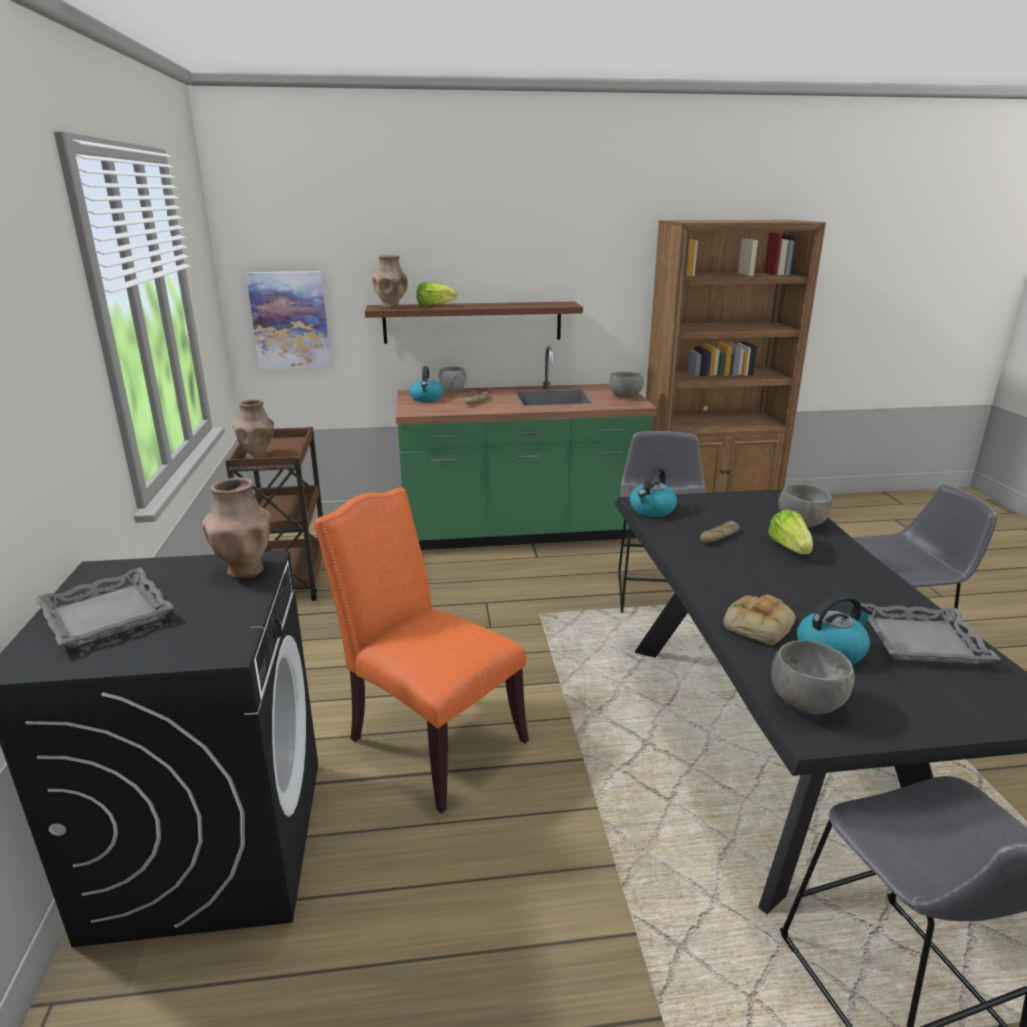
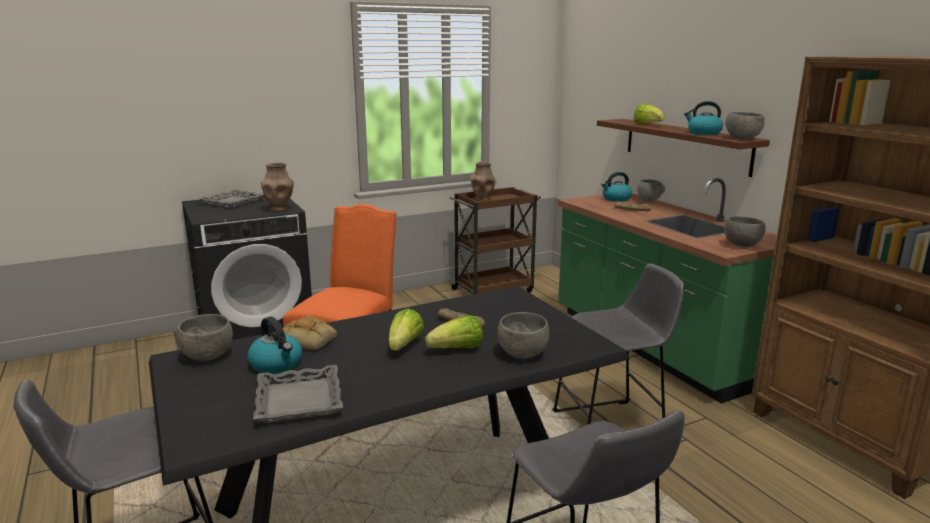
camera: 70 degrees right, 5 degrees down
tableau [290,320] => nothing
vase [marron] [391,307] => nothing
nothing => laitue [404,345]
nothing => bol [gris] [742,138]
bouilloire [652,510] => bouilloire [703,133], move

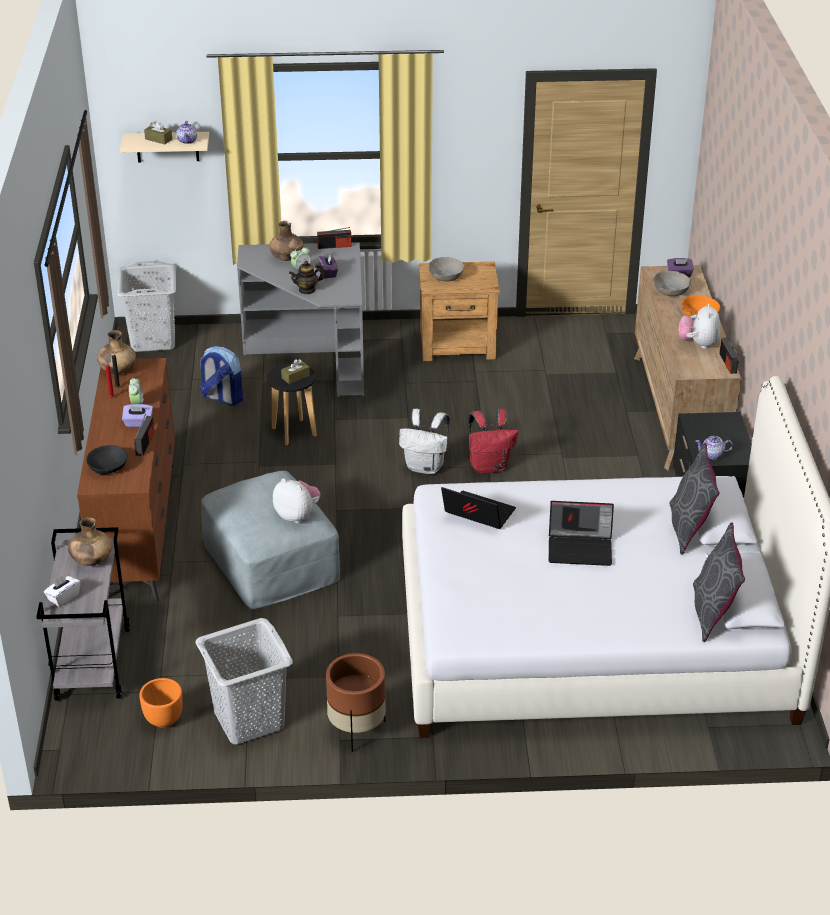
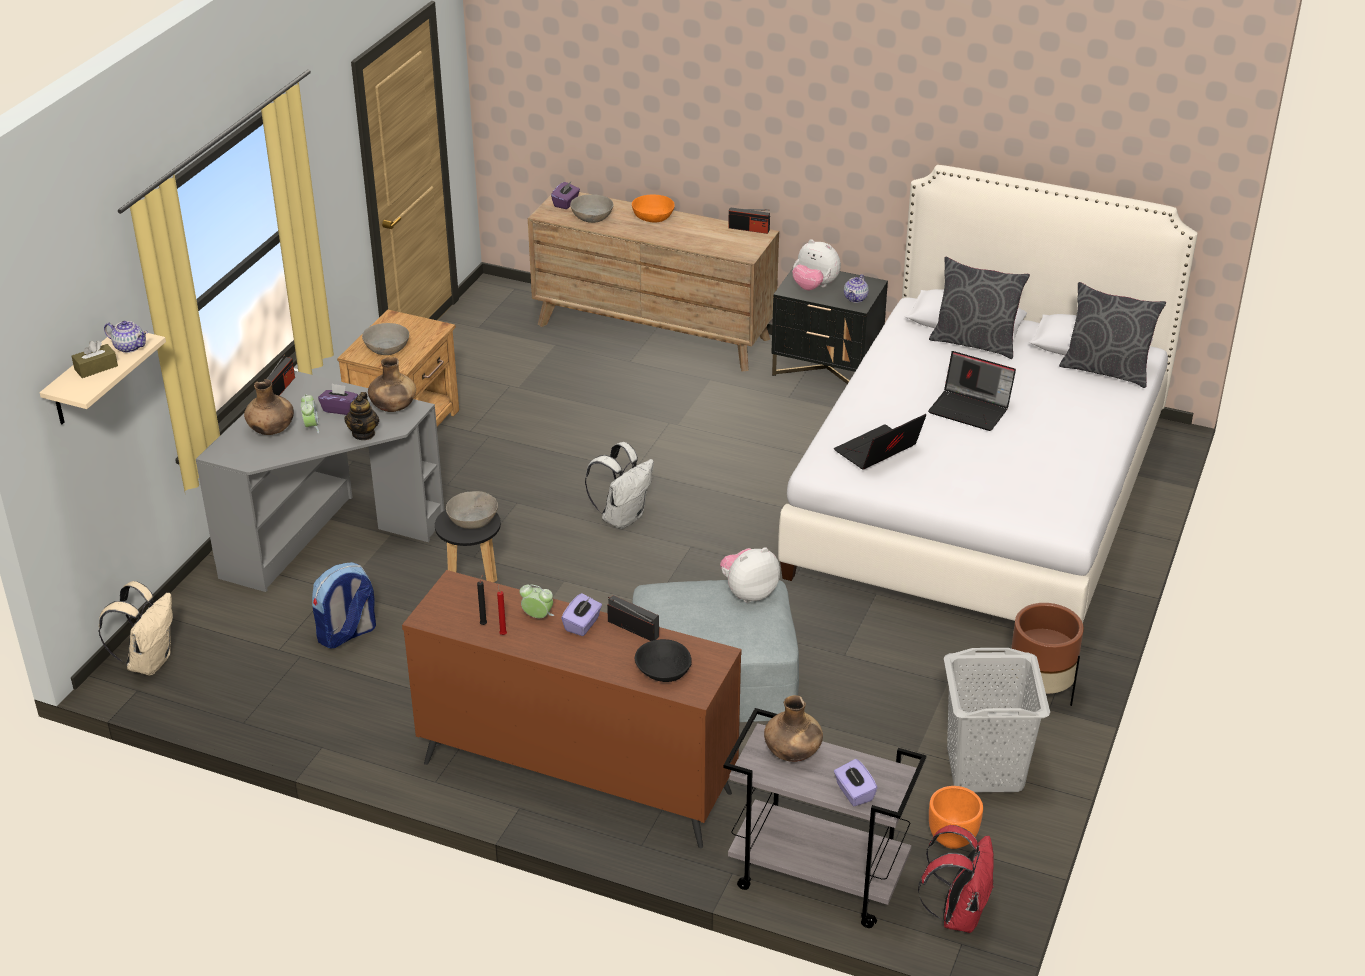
camera: 65 degrees left, 0 degrees up
vase [marron] [117,370] => vase [marron] [393,408], move
sac à dos [rouge] [489,466] => sac à dos [rouge] [958,914], move
peluche [698,344] => peluche [814,287], move
panier à linge [gris] [153,340] => sac à dos [beige] [149,661]
boîte à mouchoirs [marron] [295,377] => bol [gris] [472,519]
boîte à mouchoirs [blanc] [63,597] => boîte à mouchoirs [violet] [854,793]
ordinateur portable [581,548] => ordinateur portable [971,409], 90 degrees clockwise

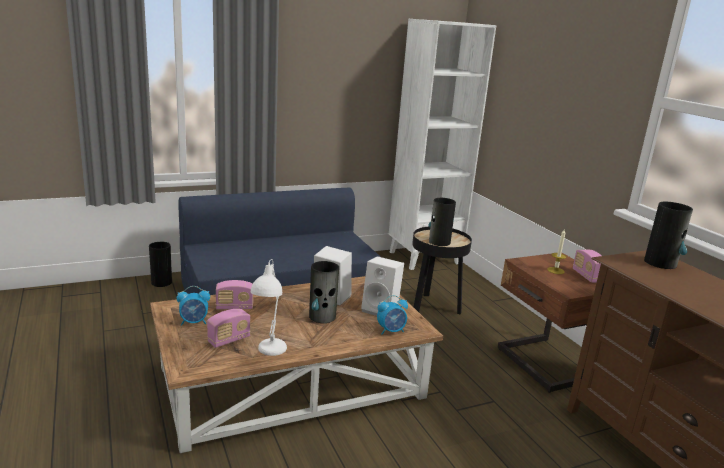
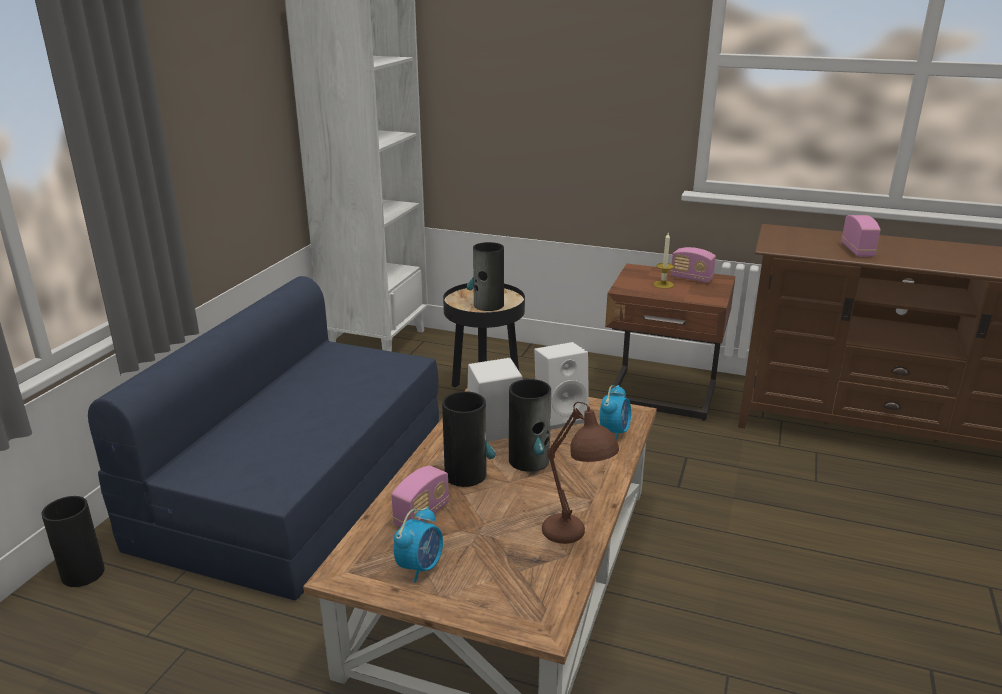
camera: 45 degrees left, 5 degrees up
radio [229,340] => radio [857,250], move
vase [660,263] => vase [466,474], move
lampe de table [blanc] [268,354] => lampe de table [marron] [575,539]

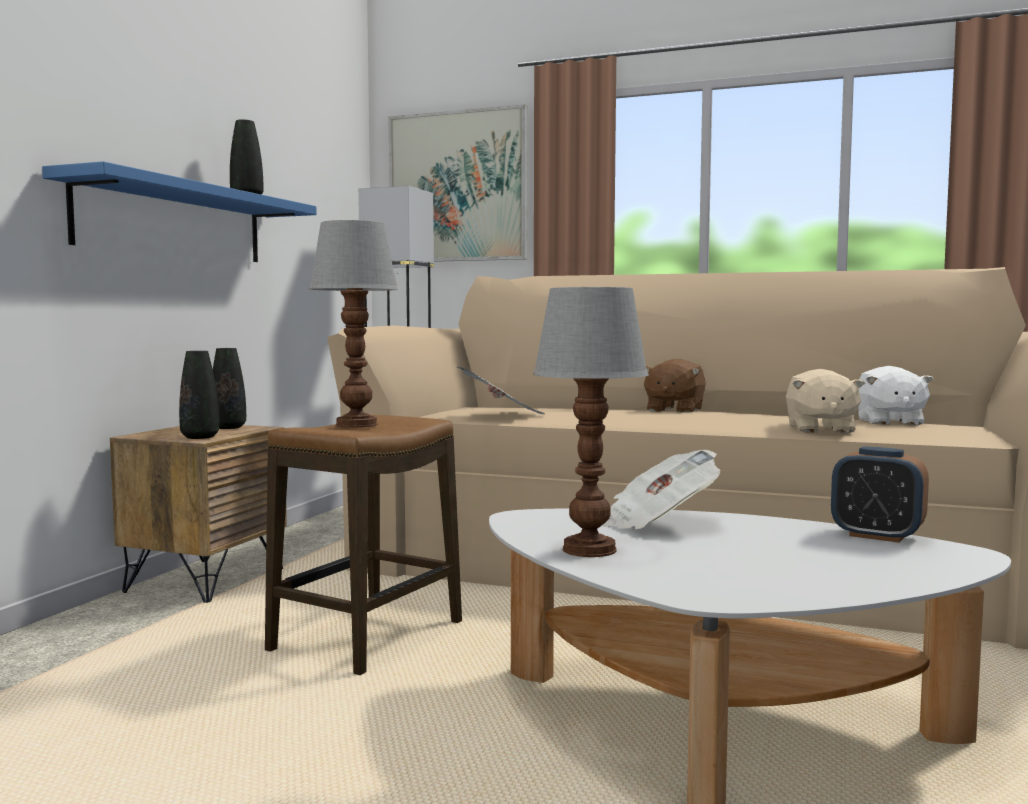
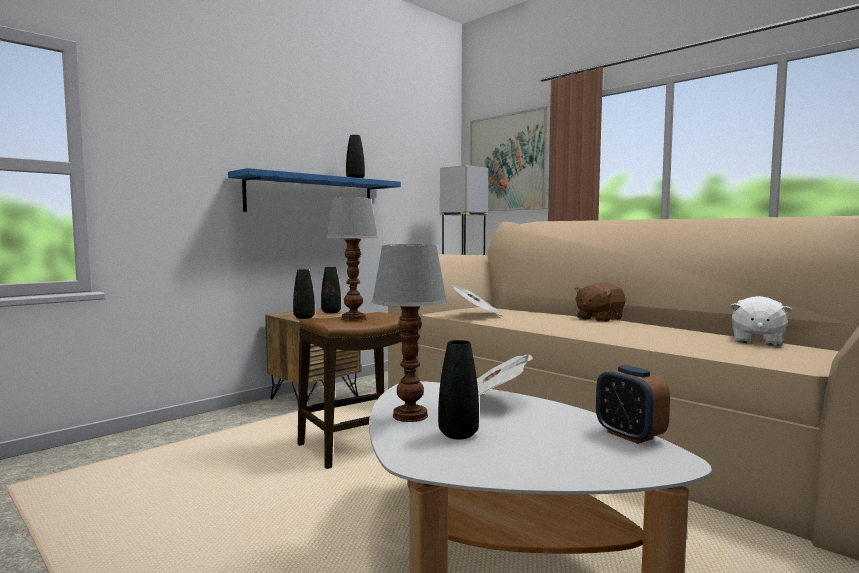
camera: 25 degrees right, 0 degrees up
peluche [beige] [820,429] => nothing
nothing => vase [noir] [458,434]

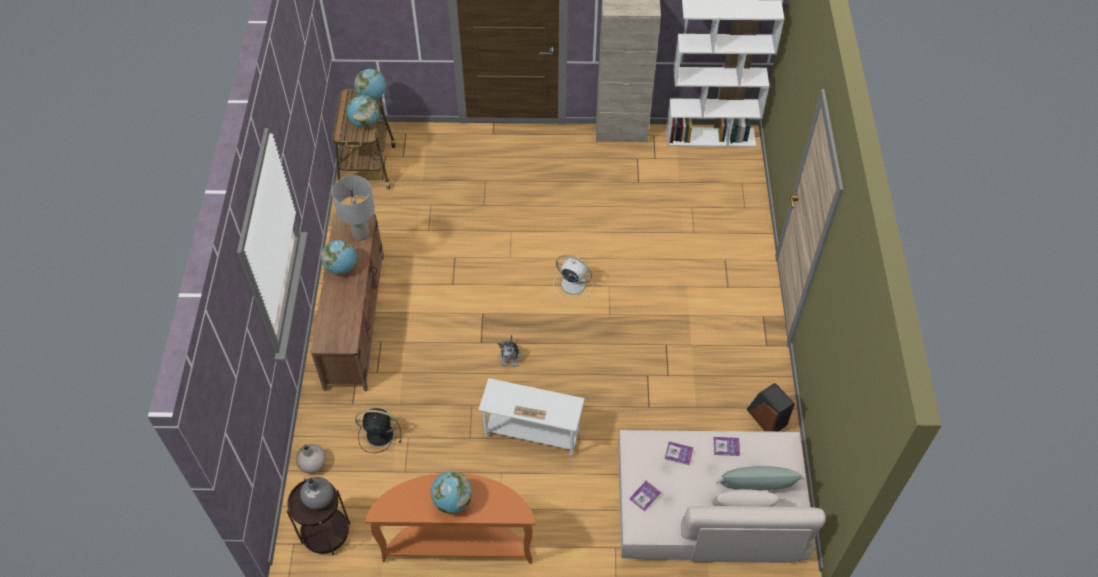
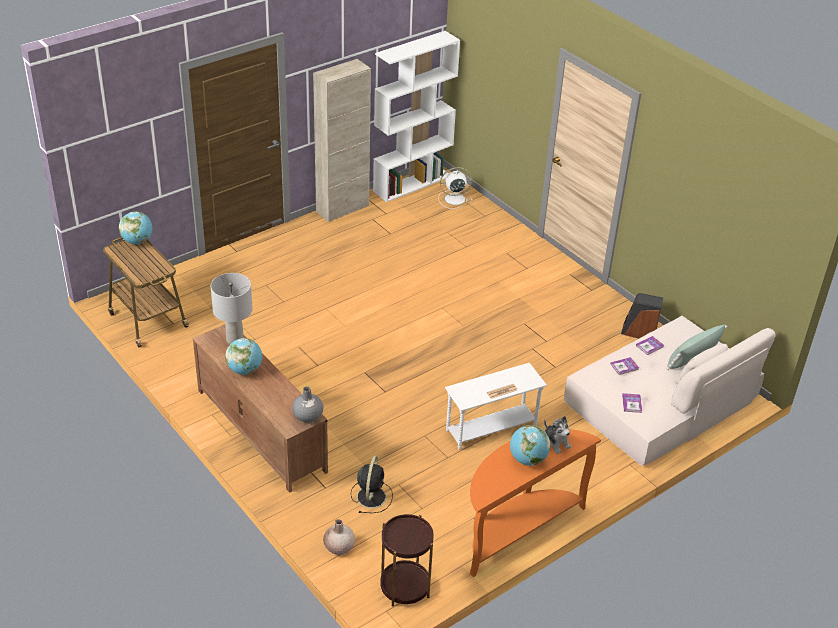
camera: 40 degrees left, 15 degrees down
globe [364,122] => nothing
vase [gris] [318,498] => vase [gris] [307,416], move
peluche [510,356] => peluche [555,442], move
ventilateur [blanc] [572,283] => ventilateur [blanc] [453,199], move
ventilateur [noir] [378,434] => ventilateur [noir] [371,496], 135 degrees clockwise

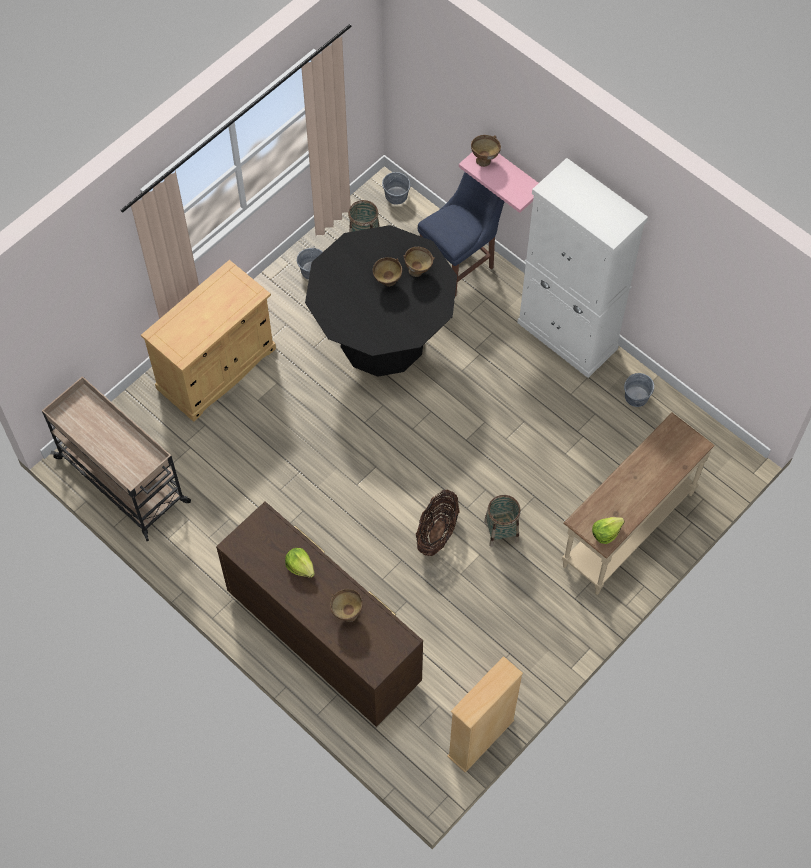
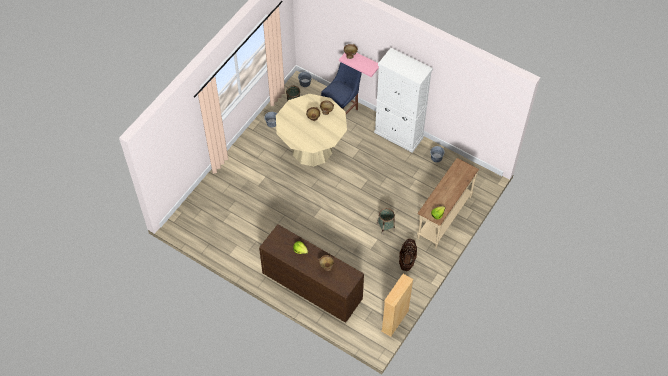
camera: 10 degrees left, 5 degrees down
chariot [beige] [123,481] => nothing
meuble de rangement [beige] [216,369] => nothing
panier [437,532] => panier [407,260], move
table à manger [noir] [382,339] => table à manger [beige] [312,149]

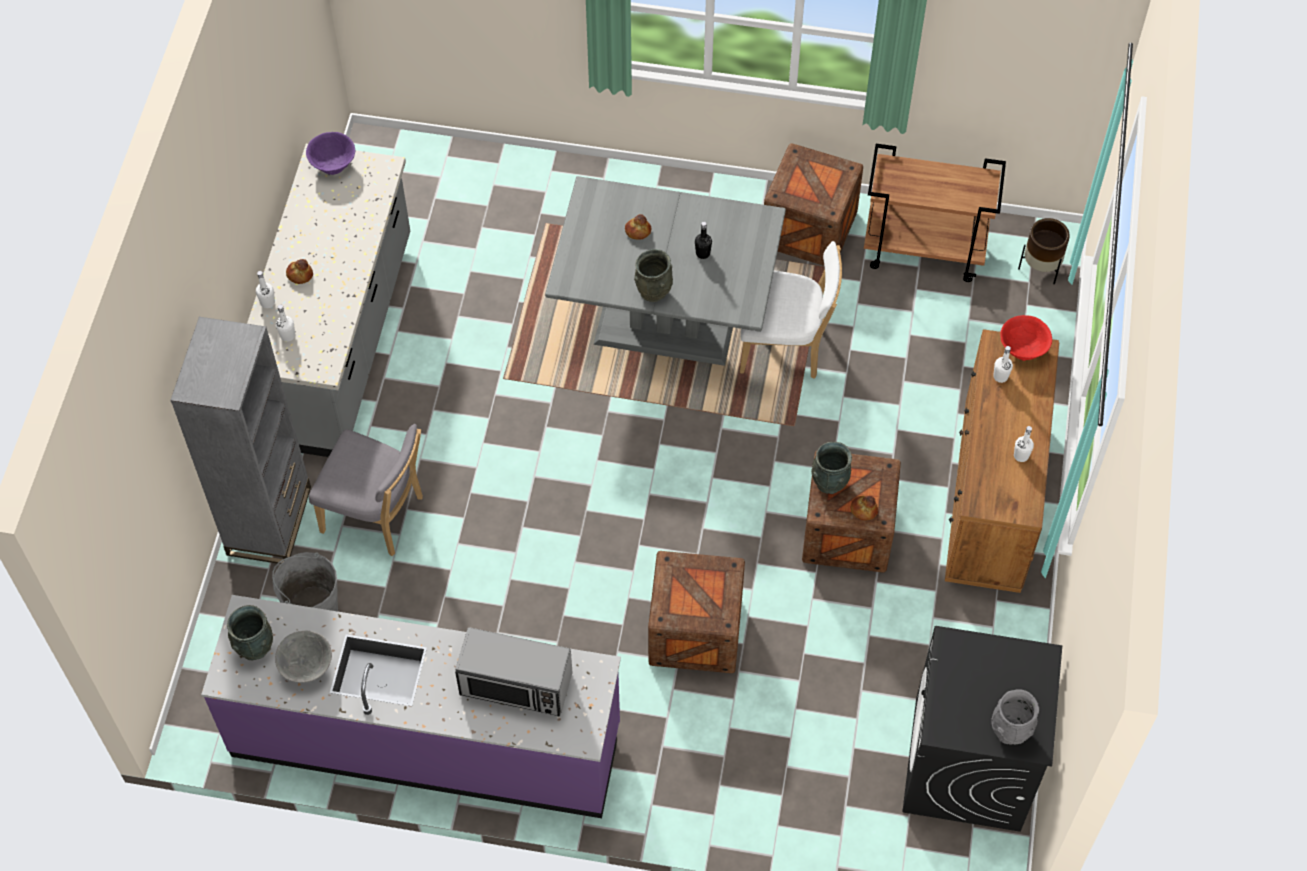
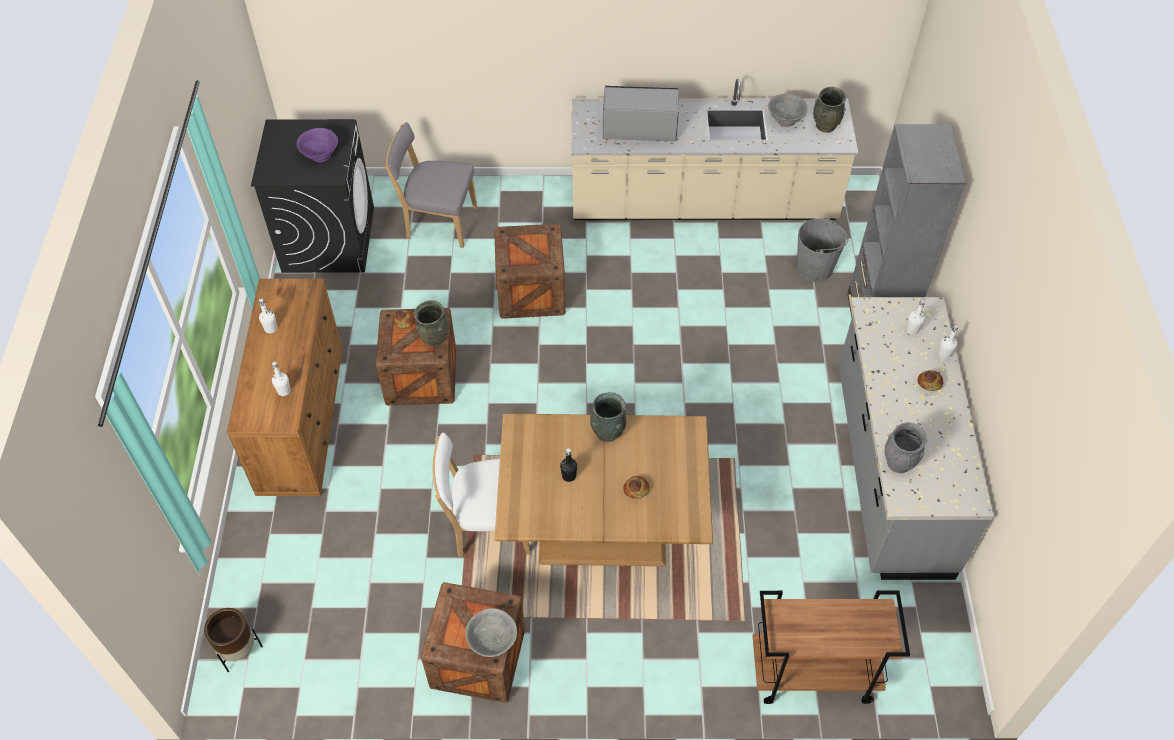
camera: 170 degrees right, 5 degrees down
bol [rouge] [1022,349] => nothing
nothing => bol [gris] [492,641]
bol [violet] [333,164] => bol [violet] [320,155], move
chaise [gris] [377,516] => chaise [gris] [438,222], move
chariot [marron] [925,250] => chariot [marron] [812,674], move
vase [gris] [1010,732] => vase [gris] [898,462], move
comptoir de cuisine [violet] [426,739] => comptoir de cuisine [beige] [703,204]
table à manger [gris] [666,322] => table à manger [marron] [602,534]

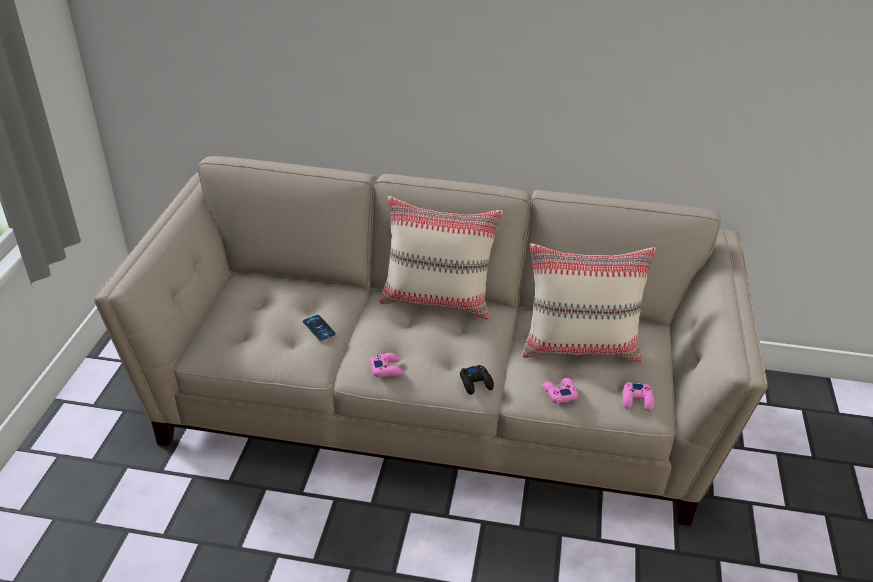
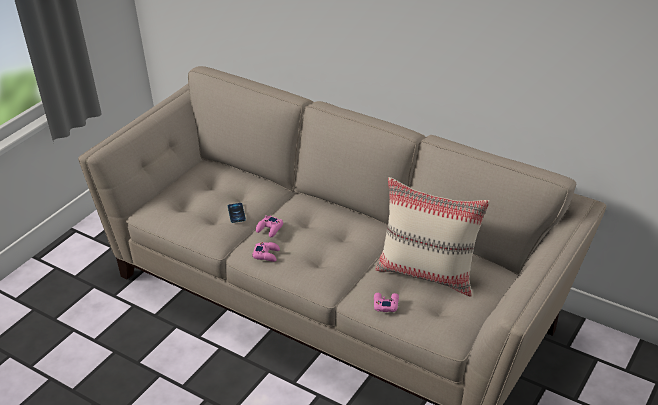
camera: 25 degrees right, 0 degrees up
coussin [beige] [438,300] => nothing
manette [noir] [476,383] => nothing
manette [rose] [637,400] => manette [rose] [270,229], move

